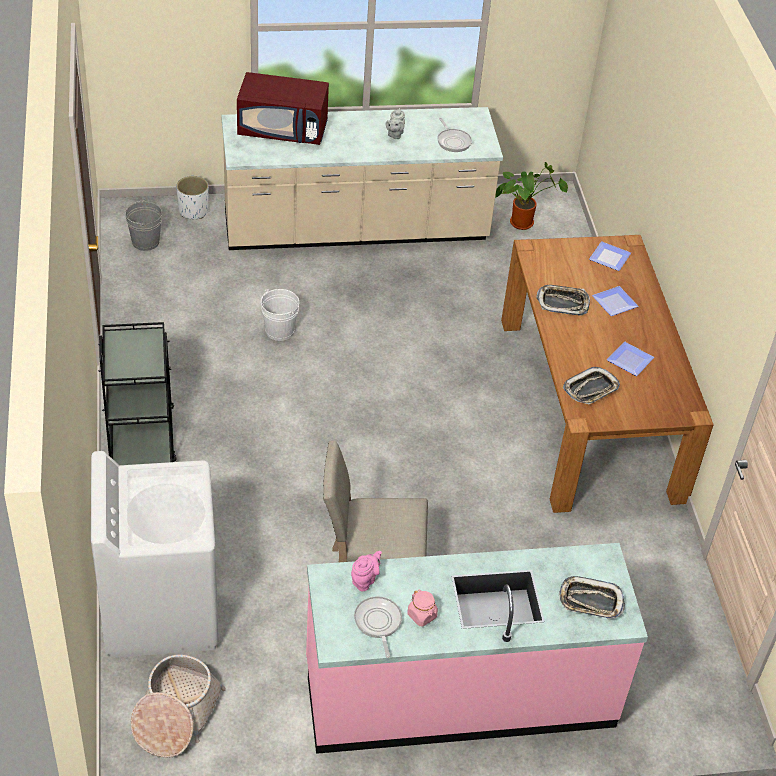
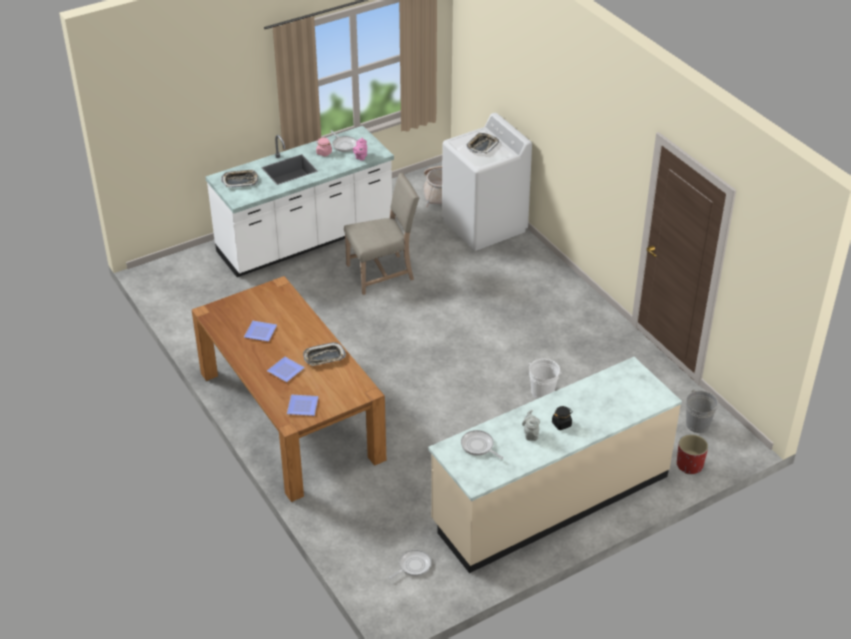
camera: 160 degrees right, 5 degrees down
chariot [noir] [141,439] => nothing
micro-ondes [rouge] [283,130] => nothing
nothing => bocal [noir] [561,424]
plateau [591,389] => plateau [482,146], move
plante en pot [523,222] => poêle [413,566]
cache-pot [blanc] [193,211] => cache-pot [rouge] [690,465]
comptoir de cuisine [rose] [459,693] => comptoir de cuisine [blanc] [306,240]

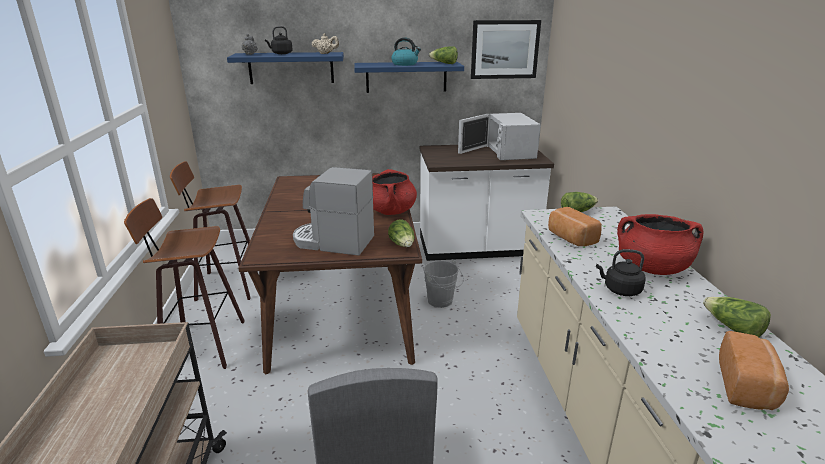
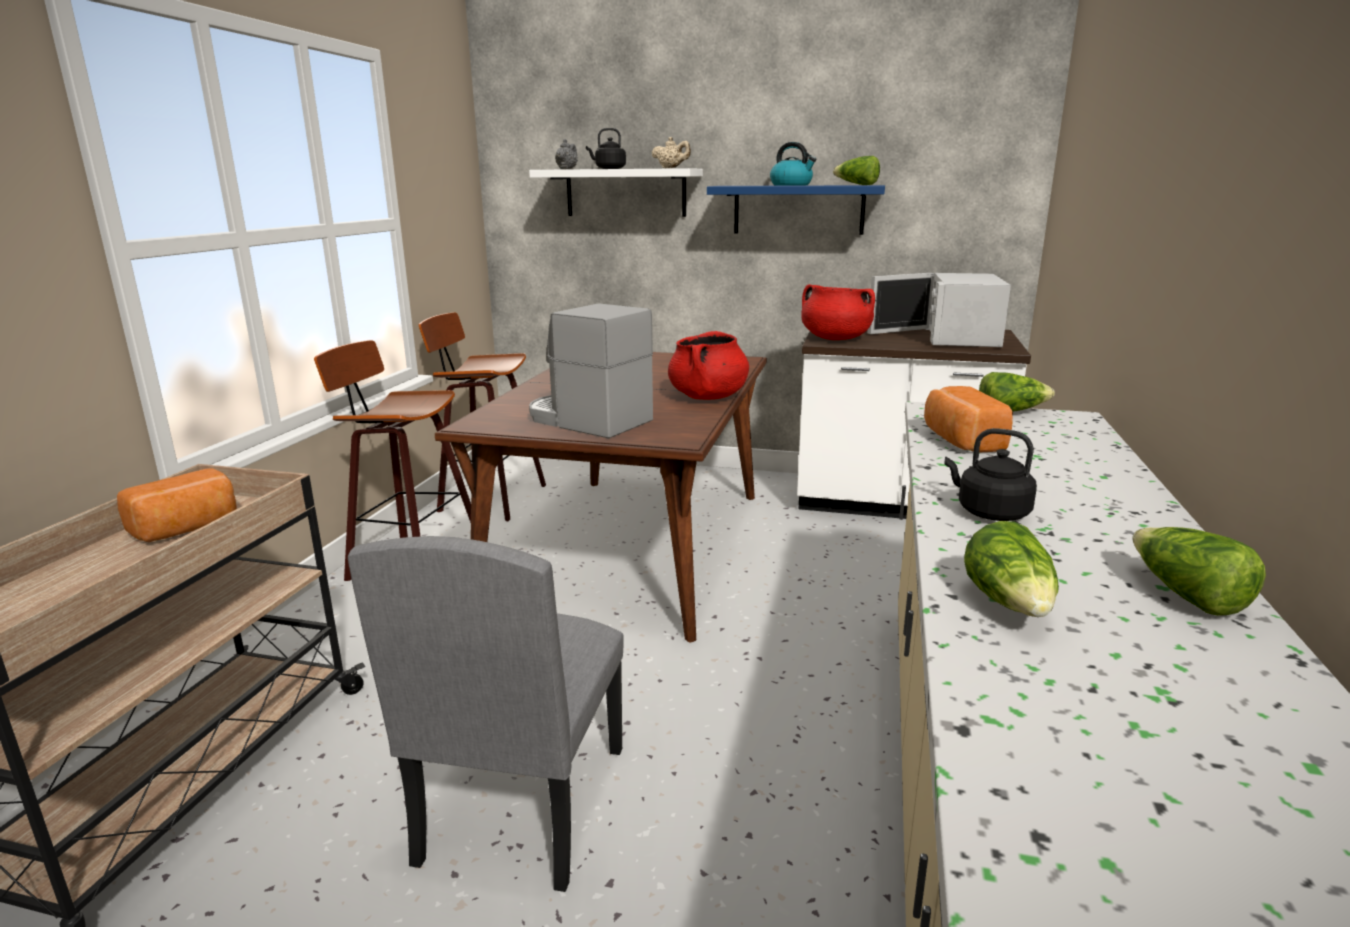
camera: 20 degrees right, 5 degrees down
seau [gris] [442,302] => nothing
tableau [504,49] => nothing
laitue [402,245] => laitue [1010,604], move
marmite [rouge] [652,268] => marmite [rouge] [835,338], move
pain [748,386] => pain [187,528], move
étagère [bleu] [291,68] => étagère [blanc] [625,193]

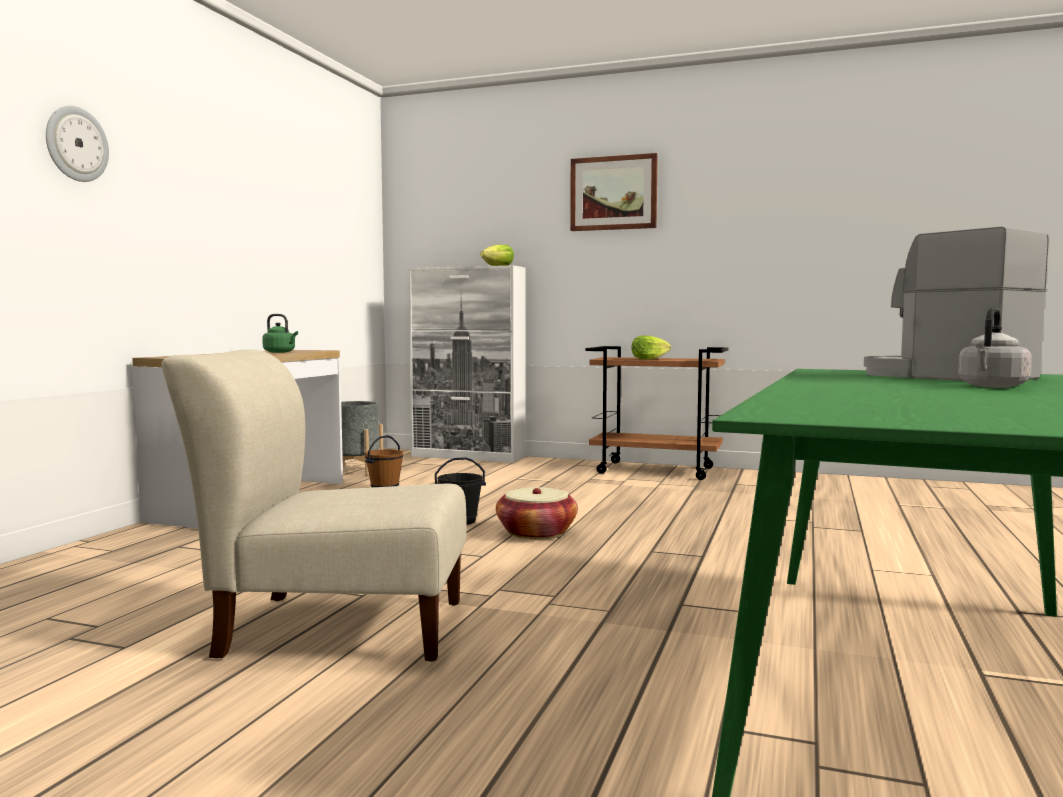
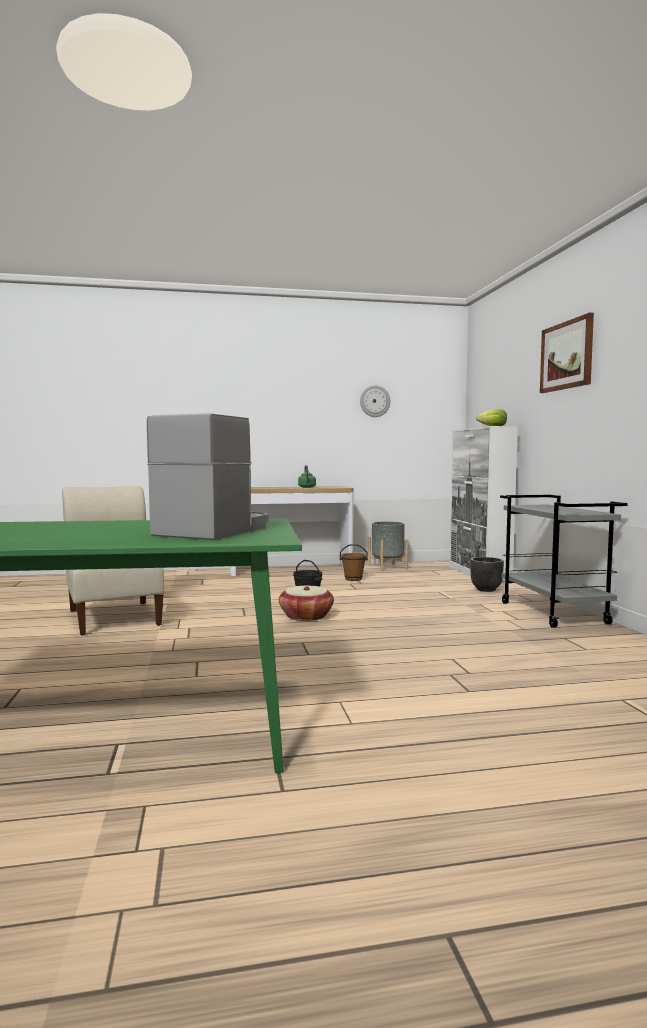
camera: 60 degrees right, 0 degrees up
laitue [649,359] => nothing
bouilloire [gris] [991,386] => nothing
nothing => cache-pot [noir] [486,590]
horloge murale [76,144] => horloge murale [374,401], move
chariot [marron] [657,470] => chariot [gris] [554,613]

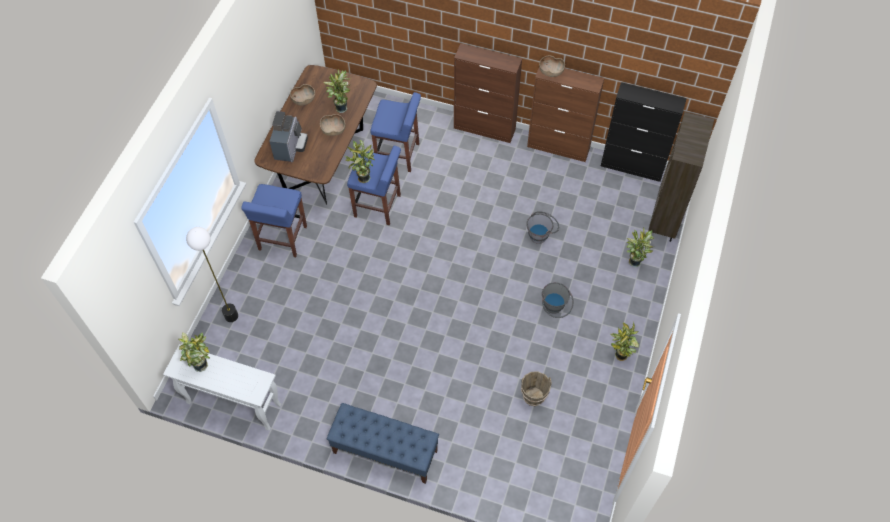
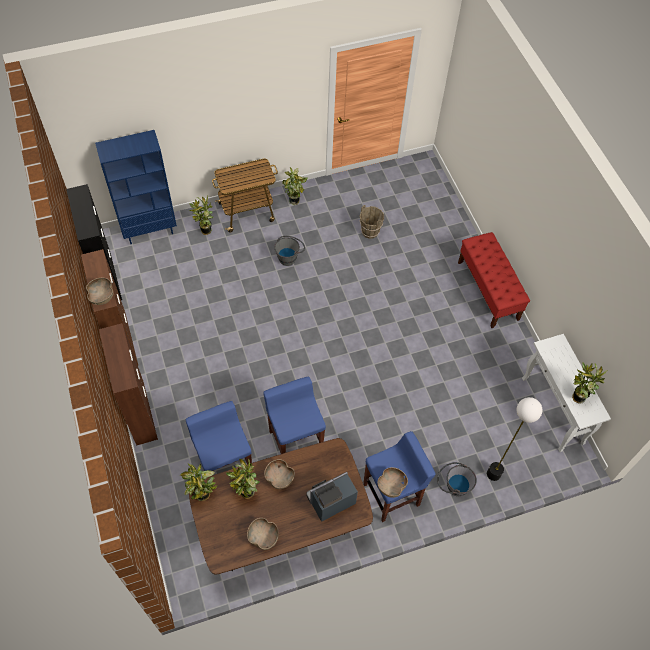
camera: 130 degrees left, 0 degrees up
nothing => chariot [247,212]
nothing => bol [marron] [391,486]
plante en pot [362,178] => plante en pot [203,496], move
seau [gris] [541,234] => seau [gris] [453,486], move
banc [bleu] [385,451] => banc [rouge] [488,291]
bibliothèque [marron] [665,220] => bibliothèque [bleu] [150,230]

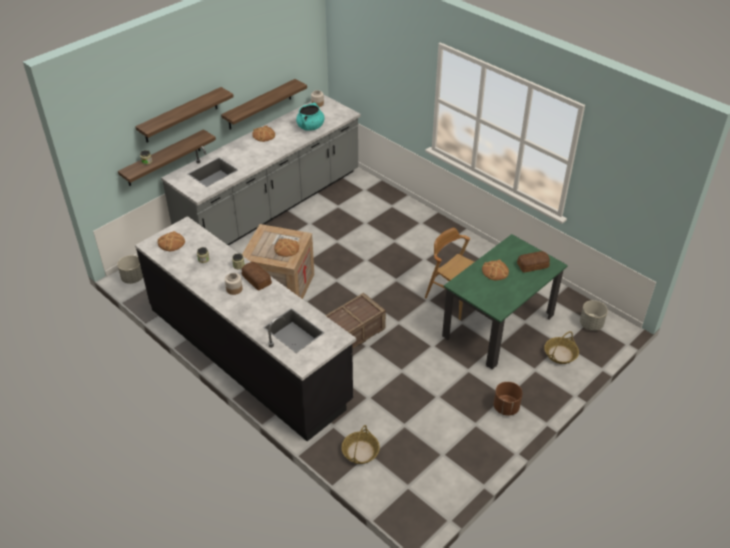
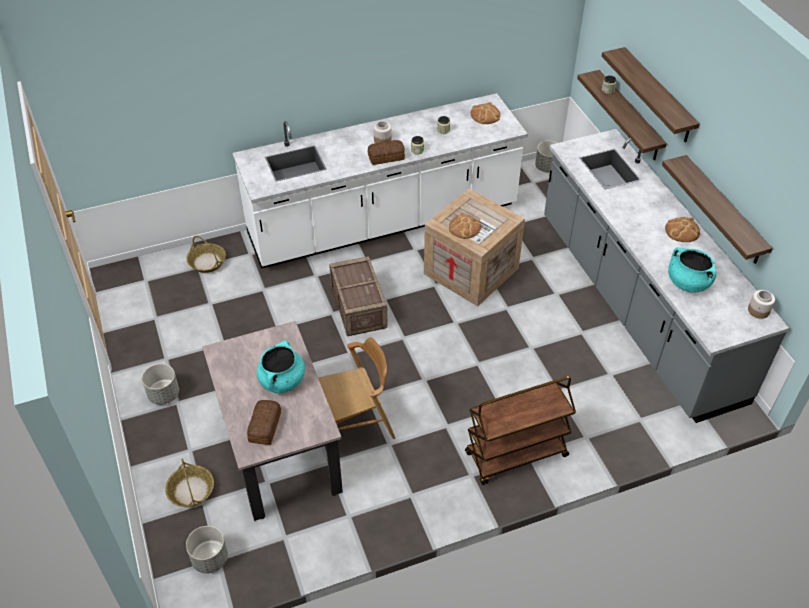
camera: 115 degrees right, 5 degrees up
nothing => chariot [marron] [516,455]
pain [495,271] => marmite [turquoise] [282,381]
comptoir de cuisine [noir] [248,353] => comptoir de cuisine [blanc] [383,222]
table à manger [vert] [498,326] => table à manger [beige] [279,448]
cache-pot [marron] [506,407] => cache-pot [gris] [163,395]

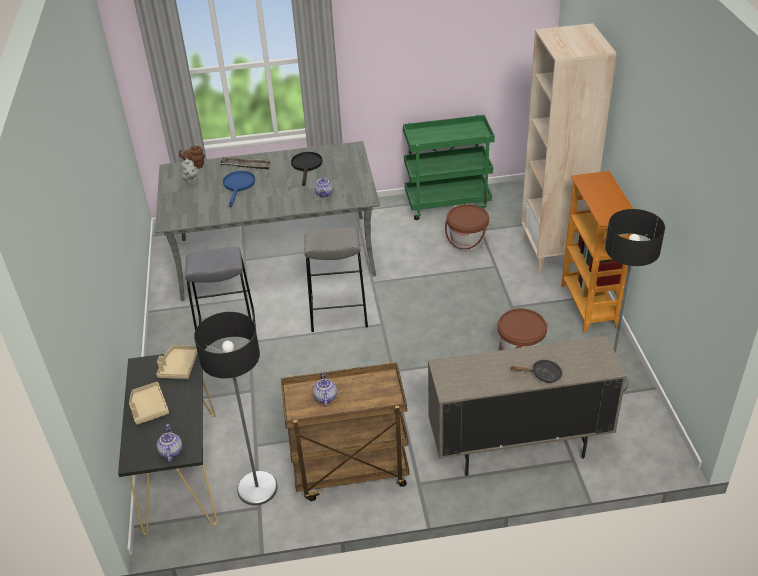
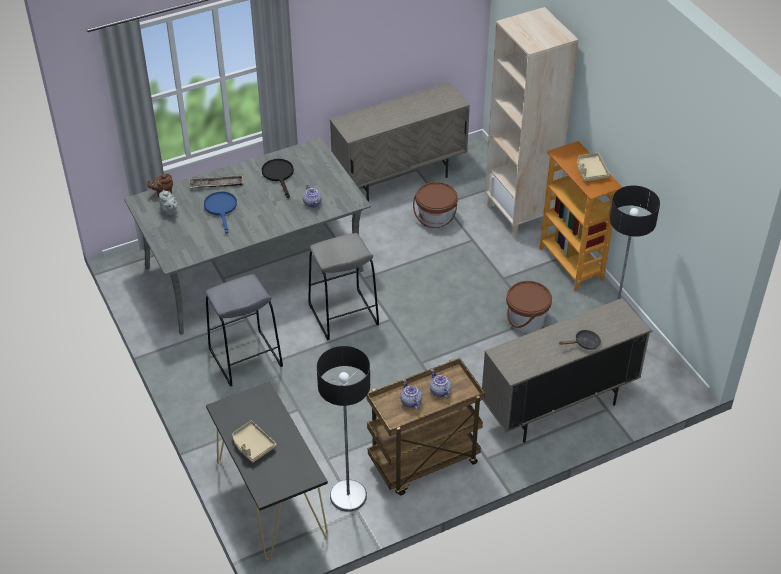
camera: 20 degrees left, 5 degrees up
plateau [beige] [178,366] => plateau [beige] [591,171], move
théière [170,451] => théière [439,391], move
chariot [vert] [447,203] => meuble de rangement [beige] [399,180]

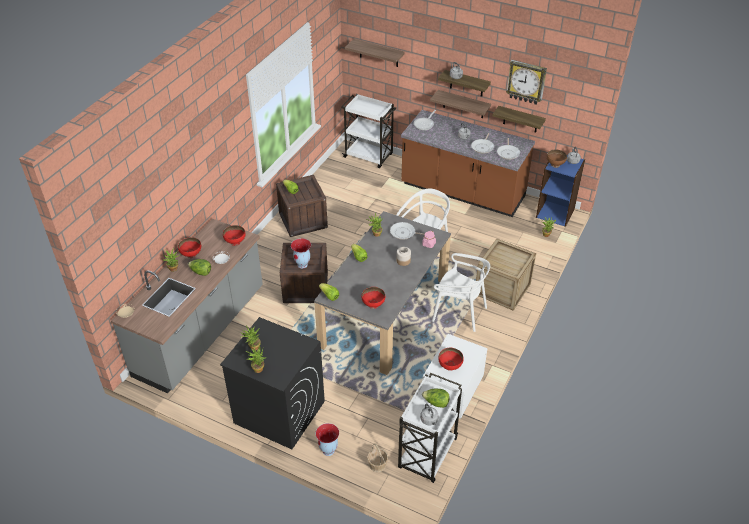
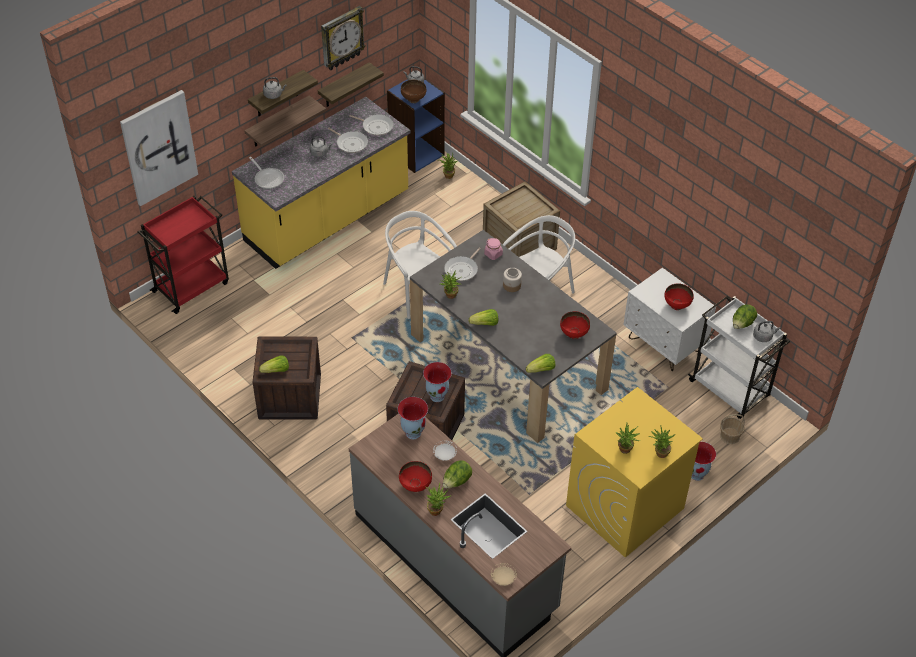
camera: 70 degrees left, 5 degrees up
bol [rouge] [235,242] => vase [413,432]
étagère [378,53] => tableau [158,147]
lave-linge [noir] [278,412] => lave-linge [jaune] [624,507]
chariot [blanc] [369,156] => chariot [rouge] [192,286]
comptoir de cuisine [marron] [462,191] => comptoir de cuisine [jaune] [328,219]

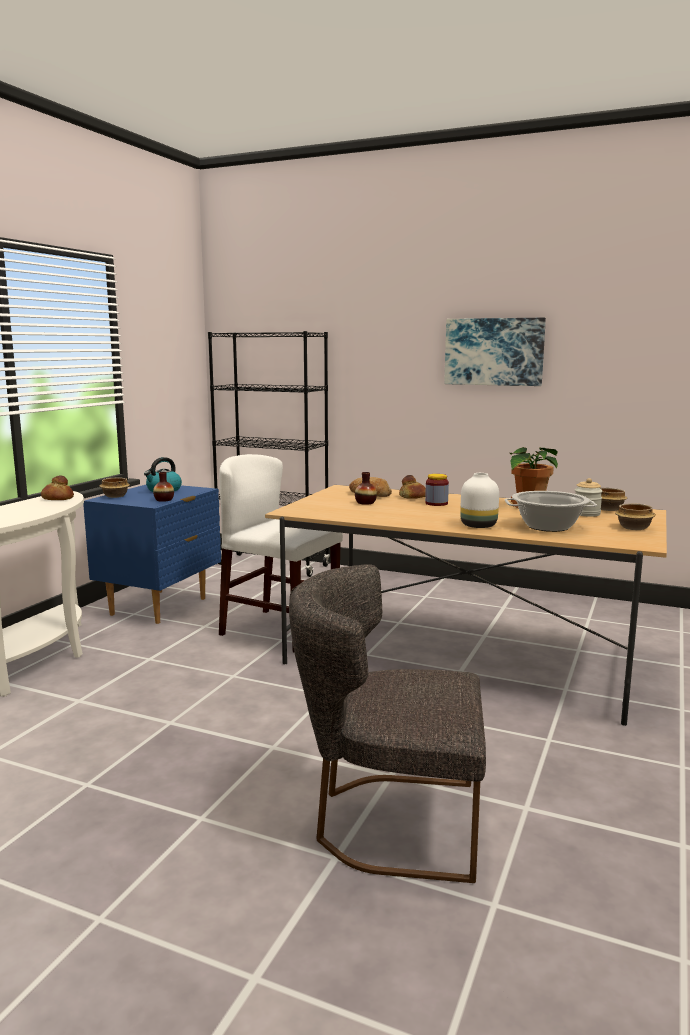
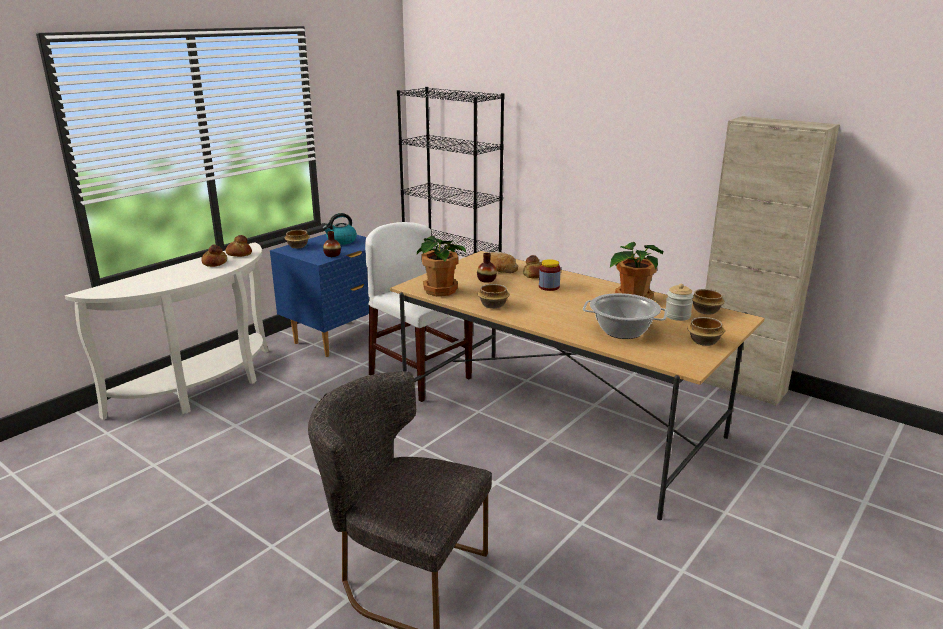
camera: 15 degrees right, 10 degrees up
tableau [494,351] => nothing
vase [blanc] [478,525] => nothing
nothing => pain [215,263]
nothing => plante en pot [441,290]
nothing => bol [492,305]
nothing => meuble de rangement [beige] [739,386]

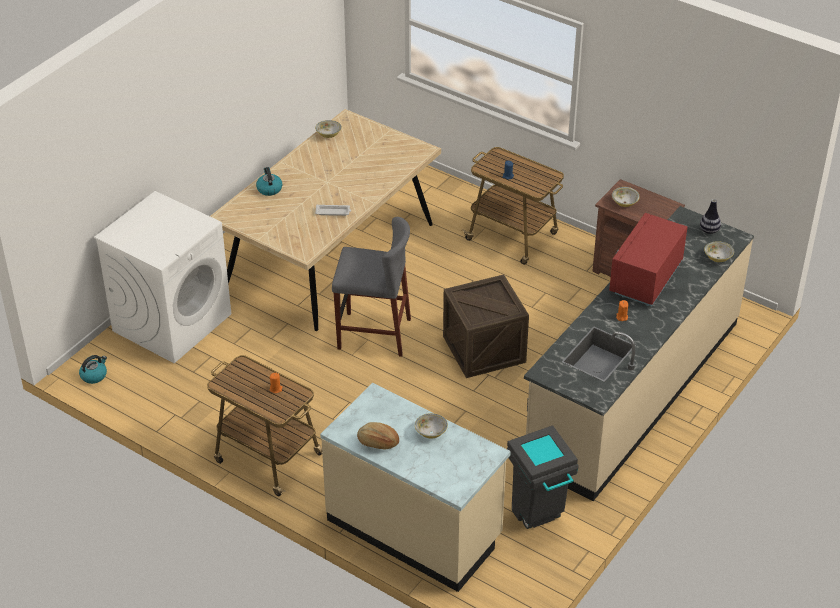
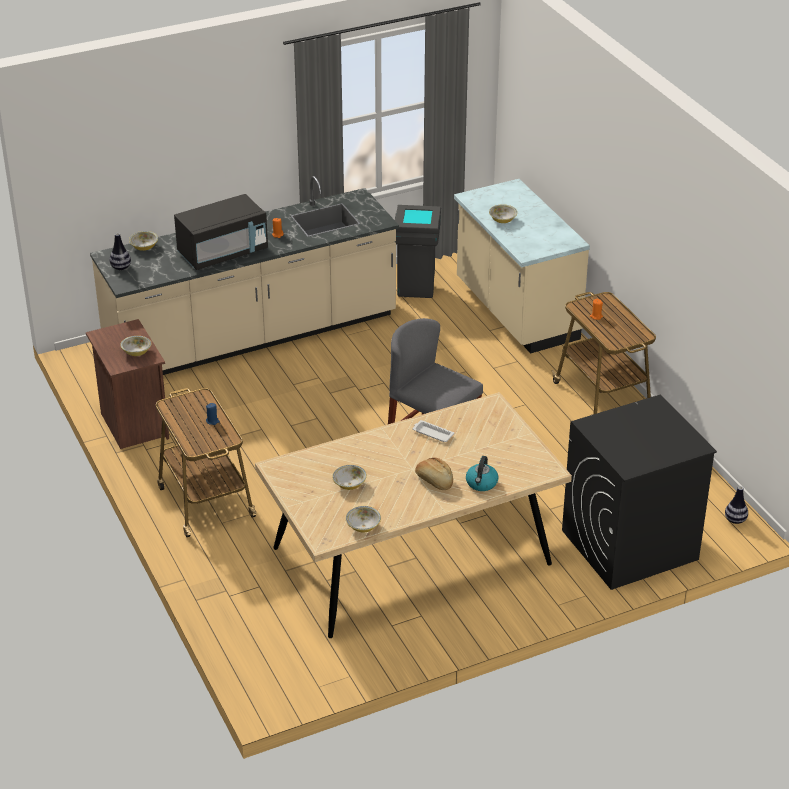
camera: 150 degrees left, 5 degrees down
caisse [484,349] => nothing
nothing => bol [349,484]
pain [378,442] => pain [434,481], move
bouilloire [94,375] => vase [735,520]
lave-linge [blanc] [172,322] => lave-linge [noir] [629,545]
micro-ondes [rouge] [645,278] => micro-ondes [noir] [223,253]

